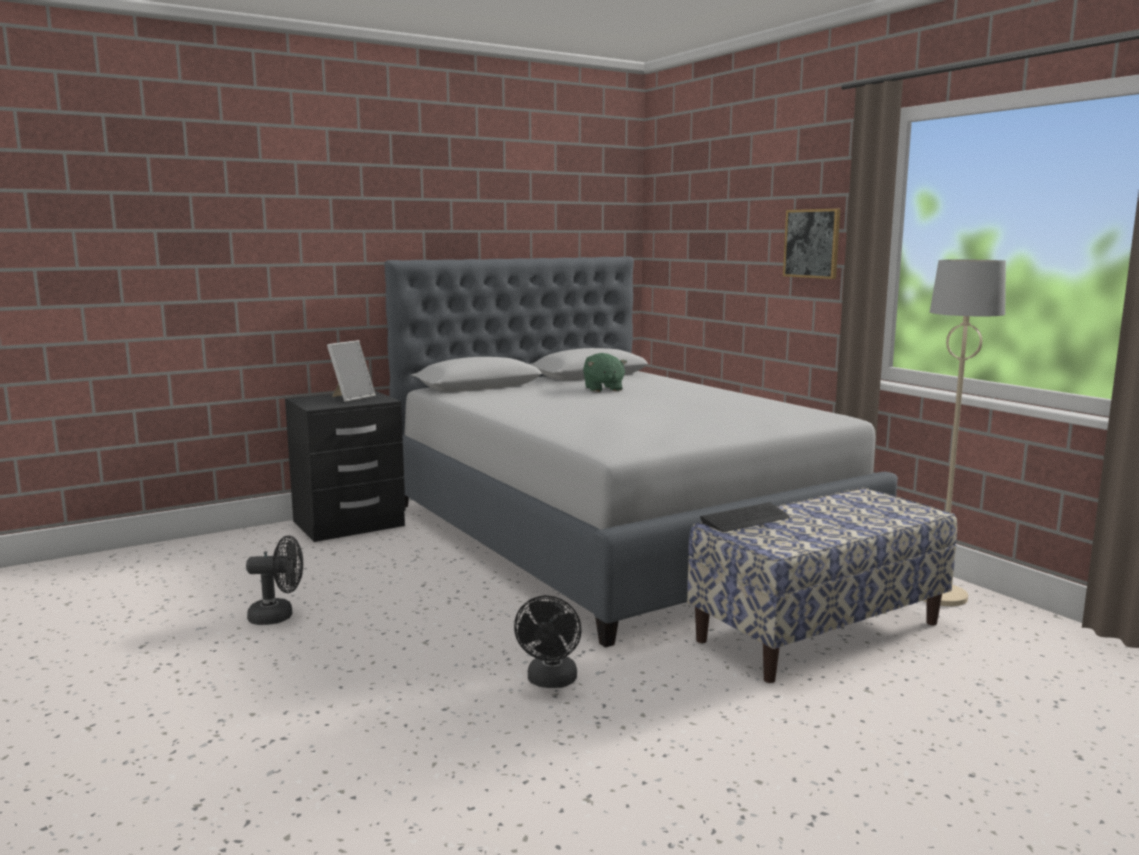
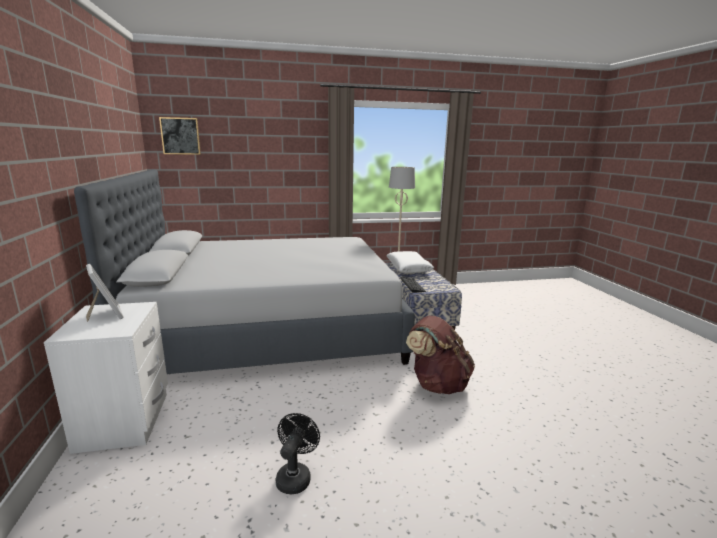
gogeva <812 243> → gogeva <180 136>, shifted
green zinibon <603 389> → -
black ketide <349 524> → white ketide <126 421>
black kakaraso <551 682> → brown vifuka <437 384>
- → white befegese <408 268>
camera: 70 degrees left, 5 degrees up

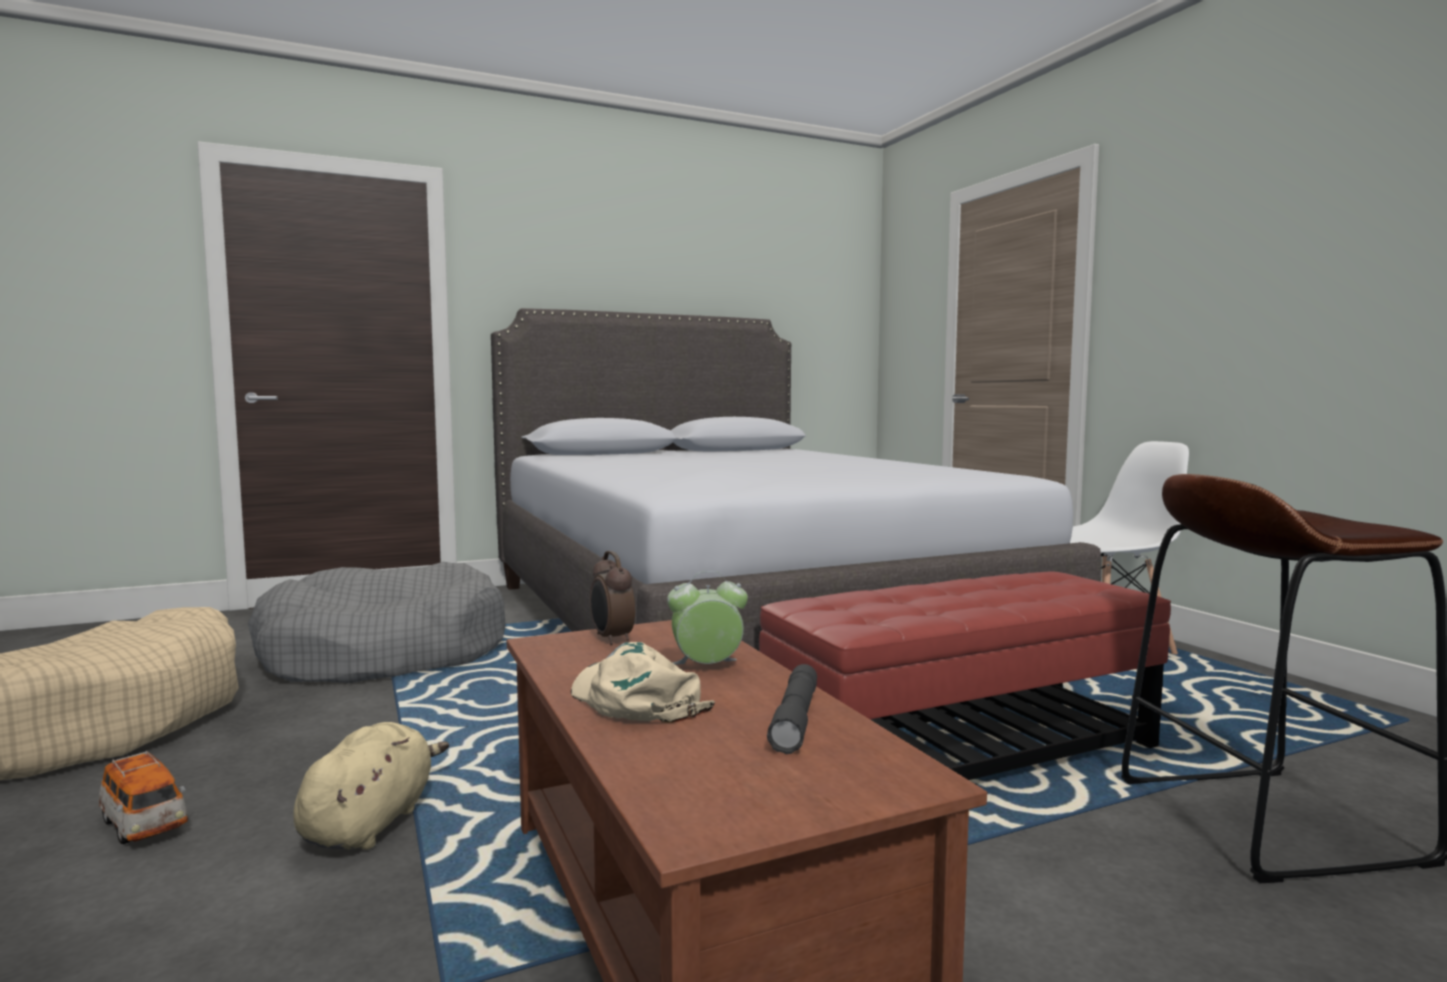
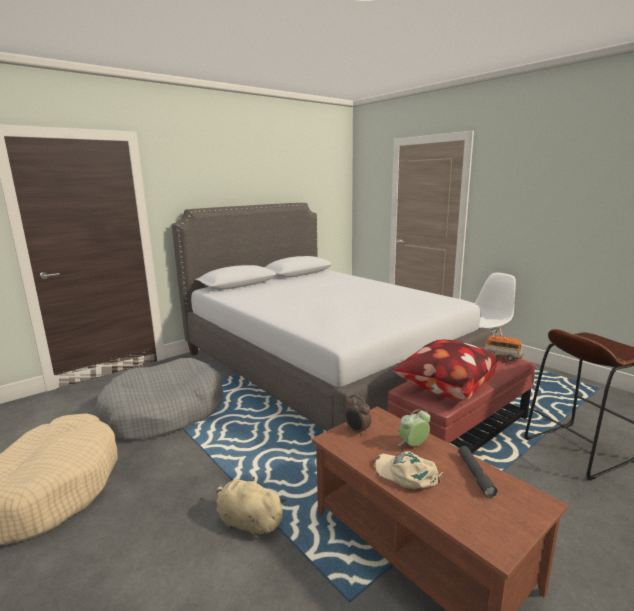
beige zinibon <371 823> → beige zinibon <248 522>, 60 degrees counterclockwise
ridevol <144 825> → ridevol <502 356>, shifted
- → befegese <444 389>
camera: 15 degrees left, 10 degrees up

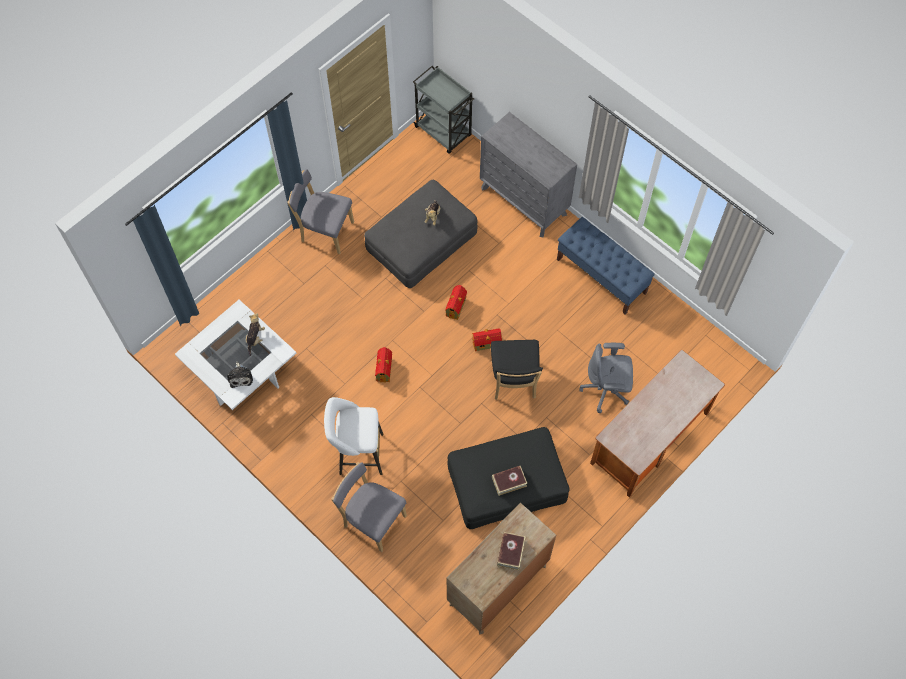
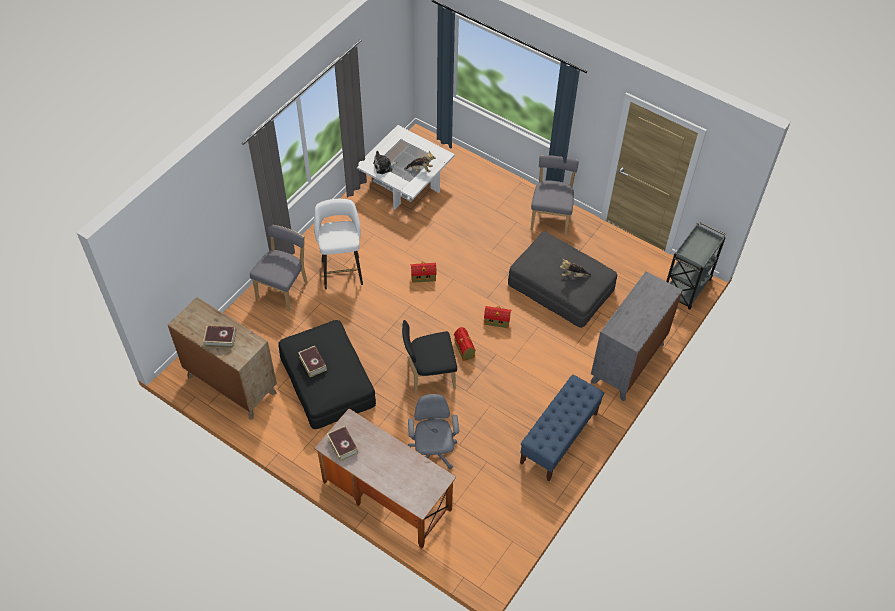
- → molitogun <342 445>
camera: 80 degrees right, 10 degrees down

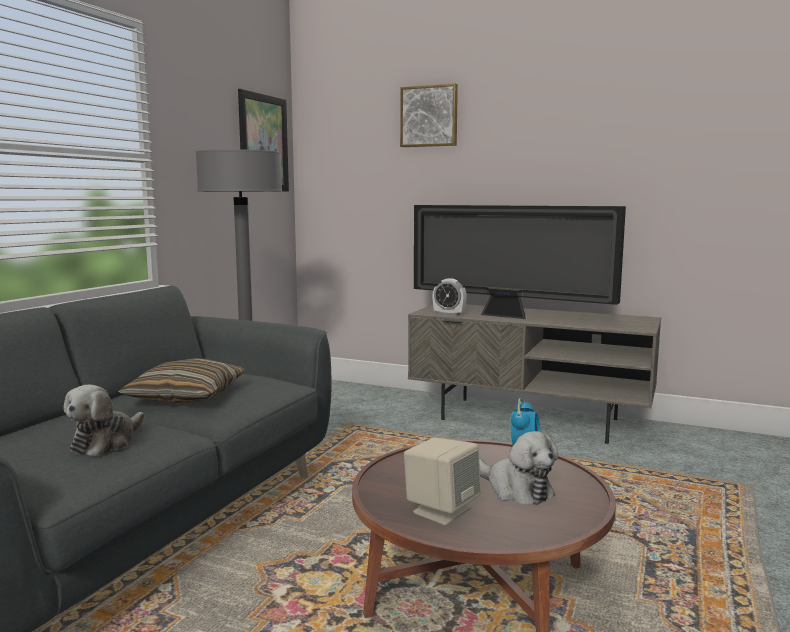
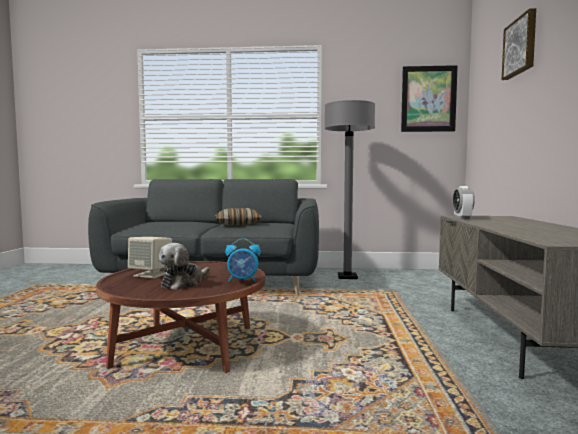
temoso <508 316> → -
zinibon <106 442> → -
camera: 70 degrees right, 5 degrees down

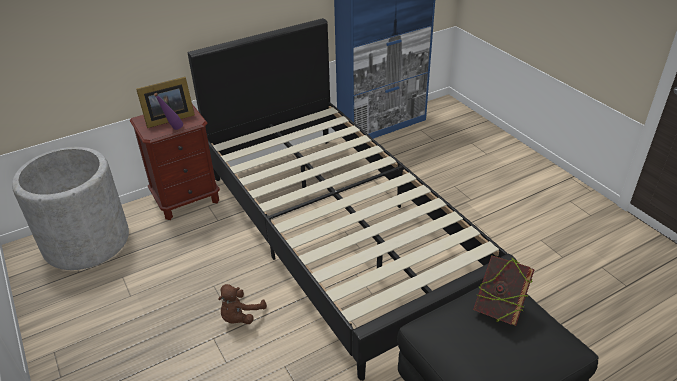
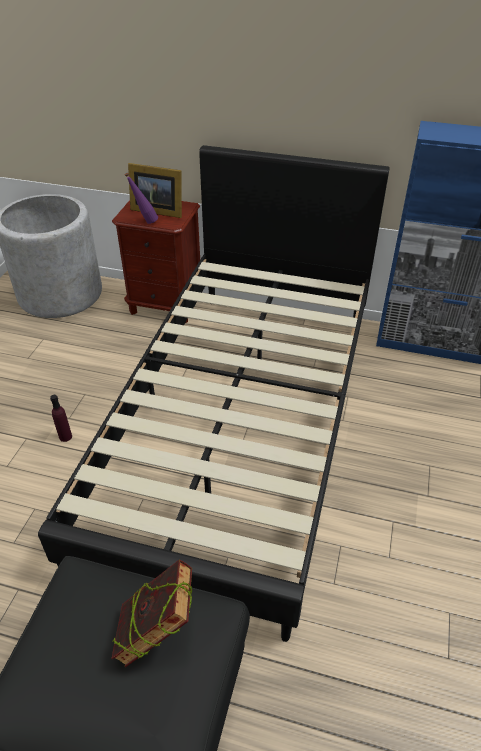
brown zinibon <240 316> → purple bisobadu <65 437>
camera: 45 degrees right, 5 degrees up

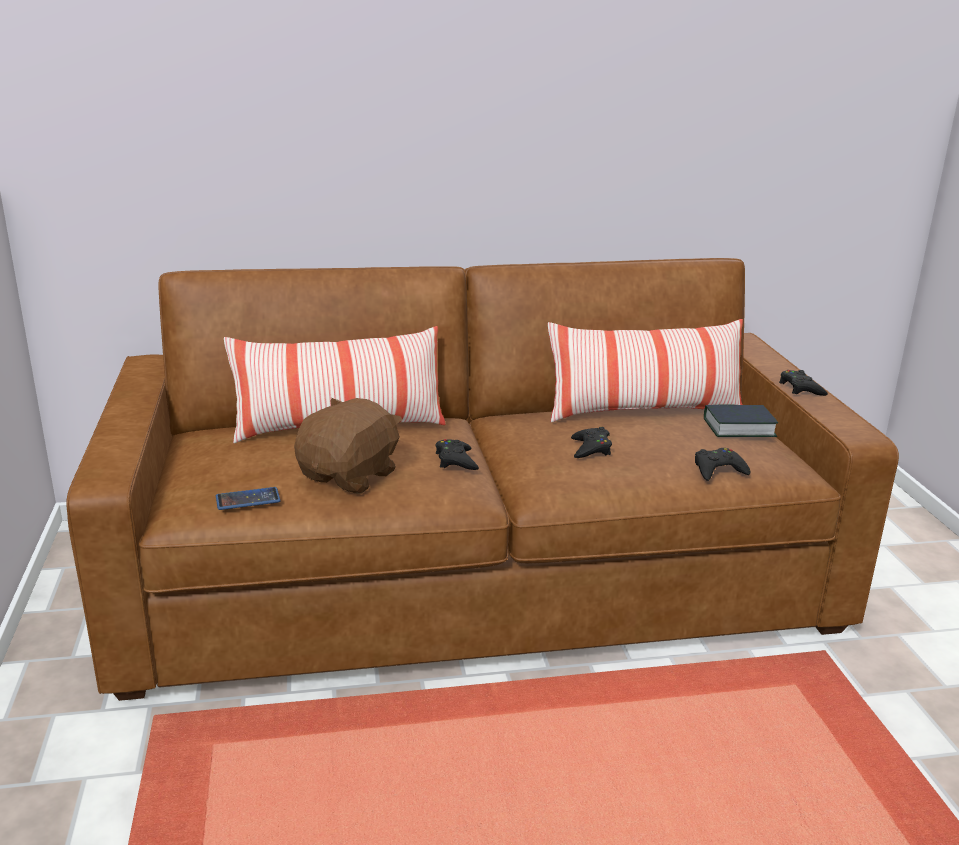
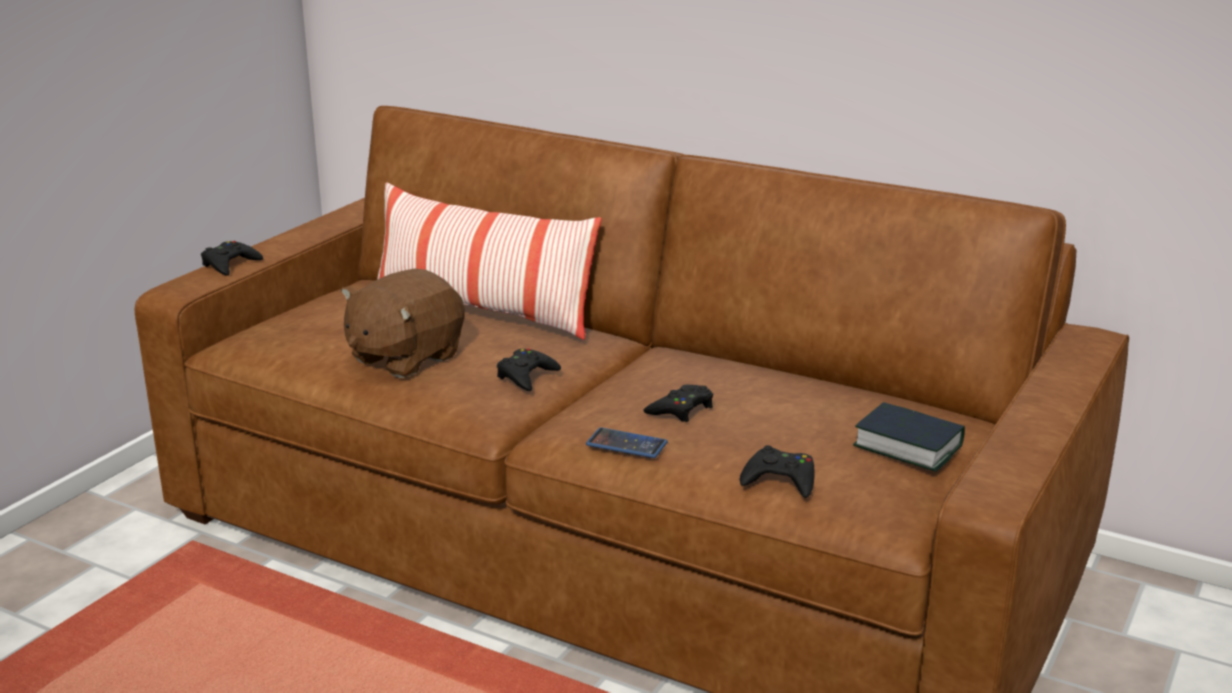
befegese <644 412> → -
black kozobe <800 388> → black kozobe <230 264>, shifted
brown zinibon <350 476> → brown zinibon <404 357>, 150 degrees clockwise
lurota <248 499> → lurota <626 444>, shifted
camera: 40 degrees right, 0 degrees up

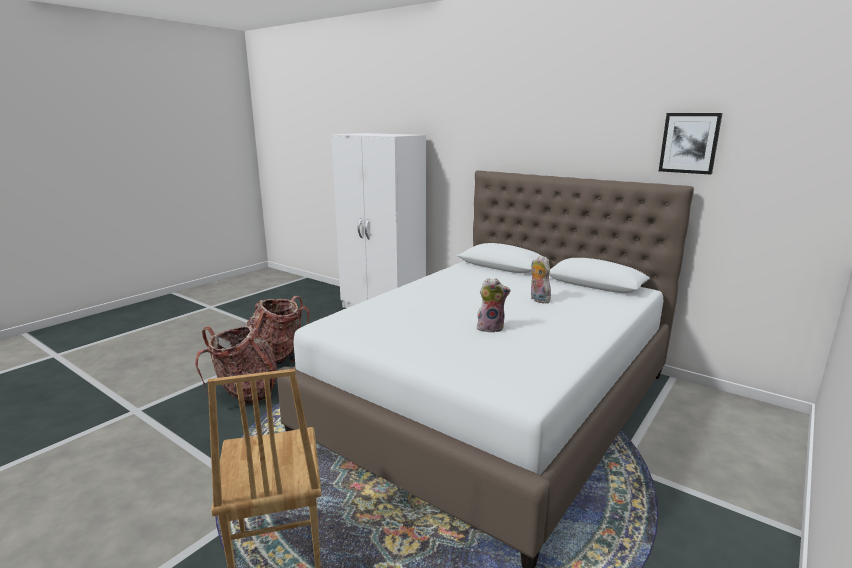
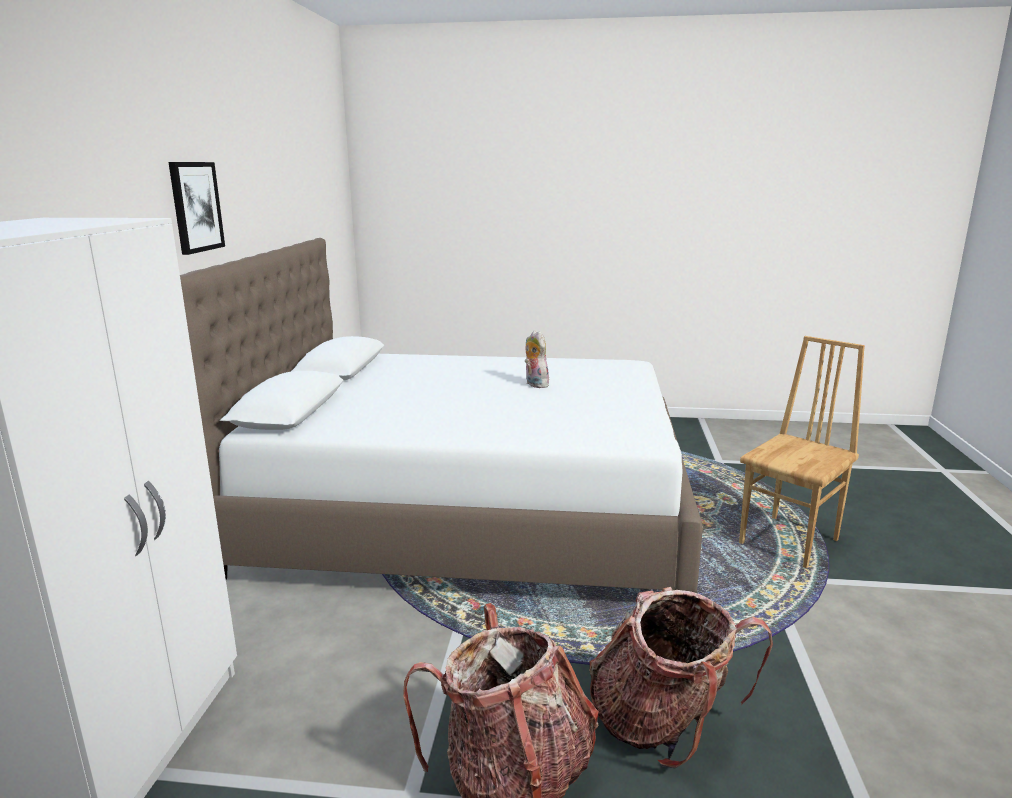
gogeva <689 143> → gogeva <195 207>, shifted
zinibon <538 300> → -
camera: 120 degrees left, 0 degrees up

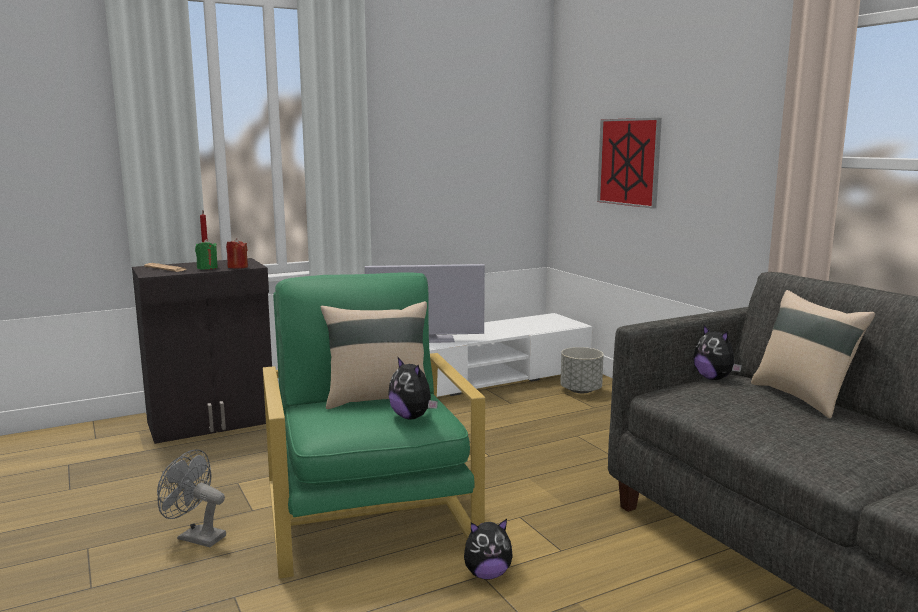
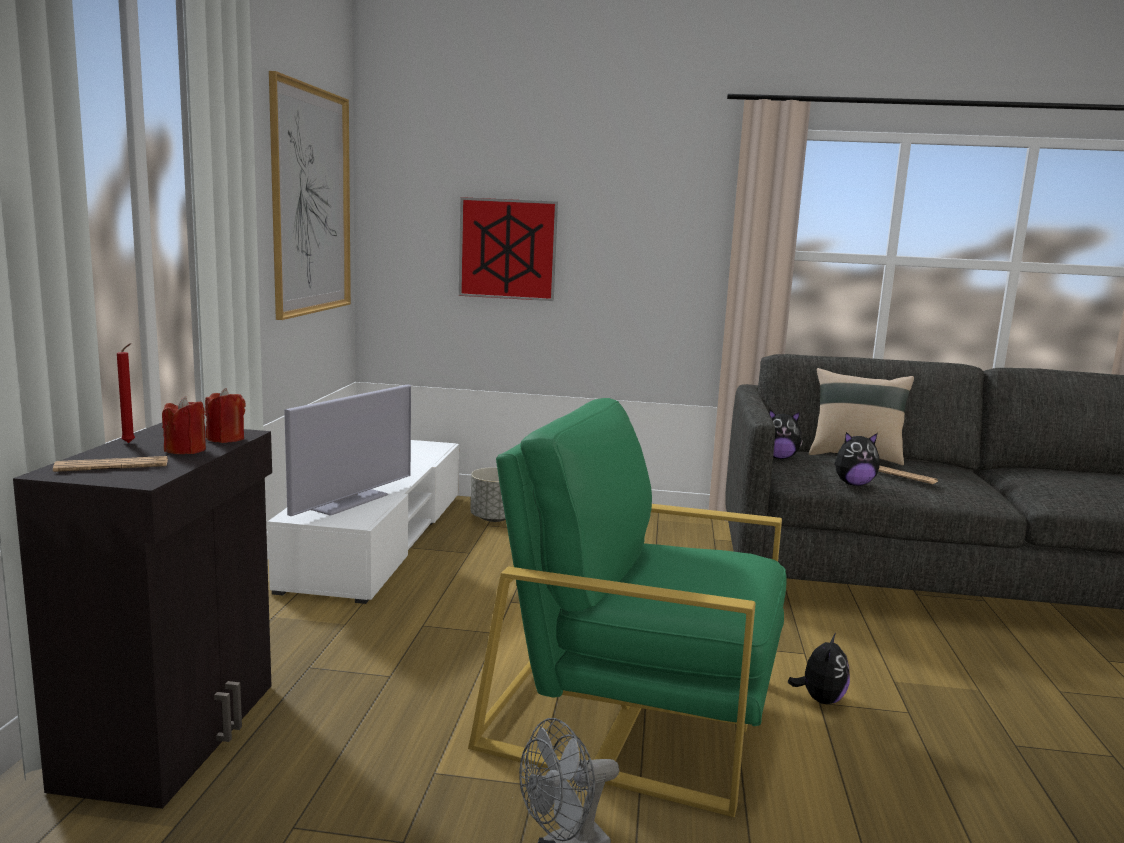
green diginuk <207 268> → red diginuk <186 450>
beige befegese <377 399> → -
zinibon <412 417> → zinibon <853 484>, shifted
- → gogeva <311 202>
- → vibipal <904 476>
camera: 55 degrees left, 0 degrees up

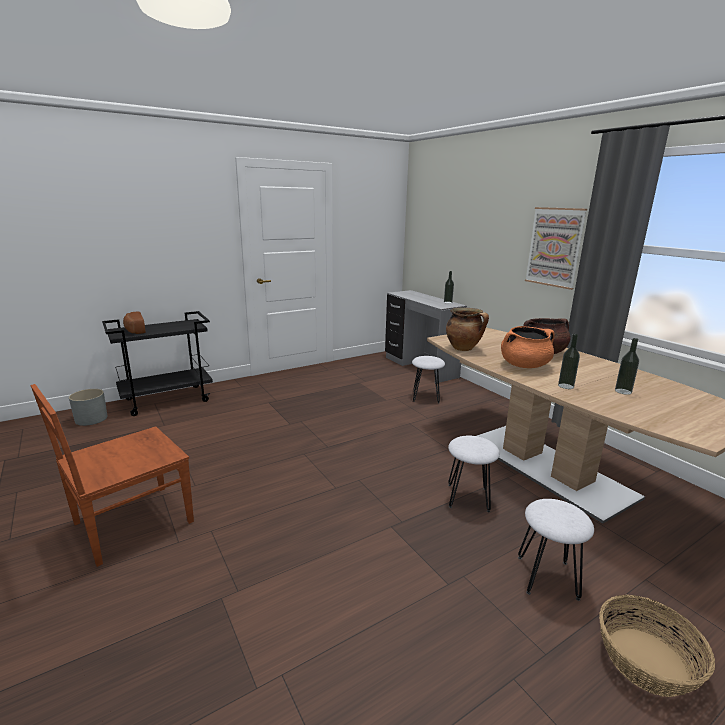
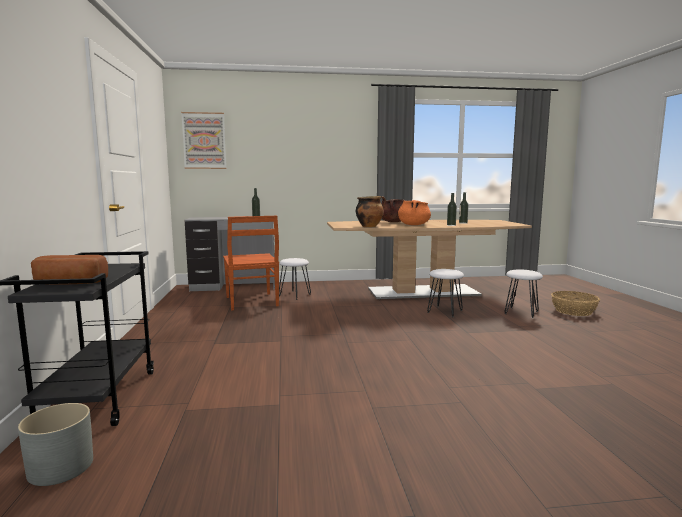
gogeva <554 247> → gogeva <204 141>, shifted
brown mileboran <130 524> → brown mileboran <251 302>, shifted
camera: 65 degrees left, 10 degrees down

